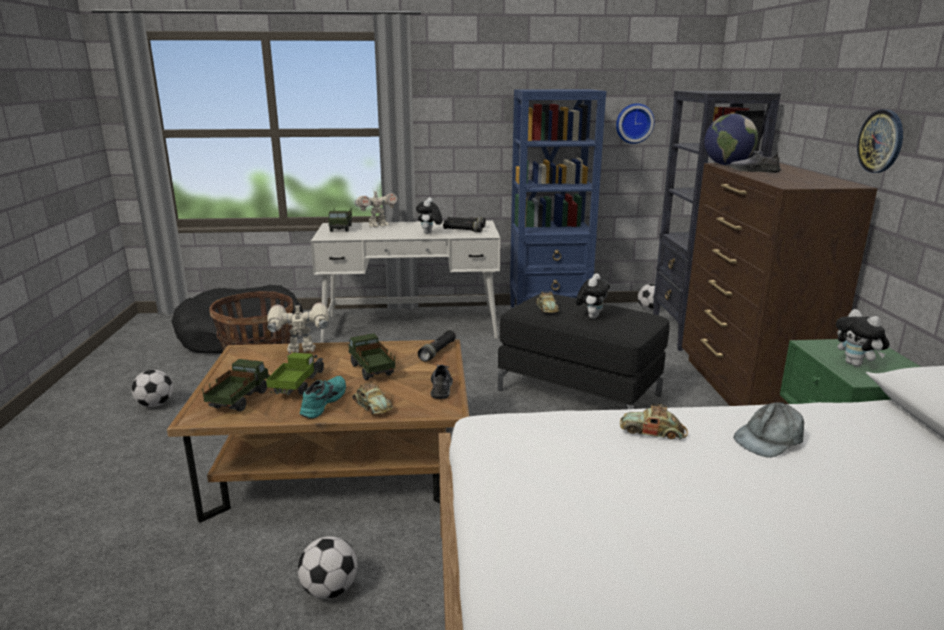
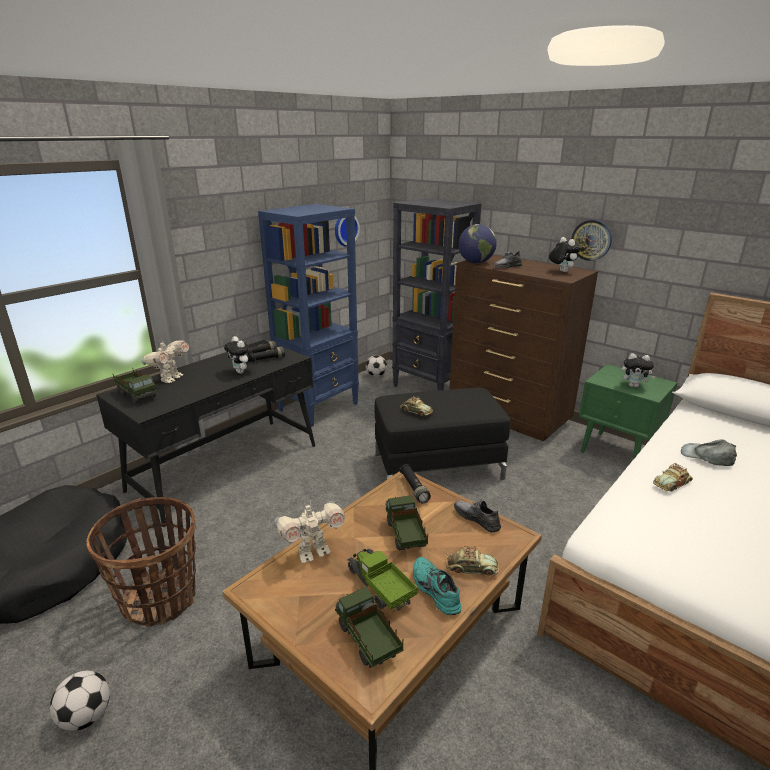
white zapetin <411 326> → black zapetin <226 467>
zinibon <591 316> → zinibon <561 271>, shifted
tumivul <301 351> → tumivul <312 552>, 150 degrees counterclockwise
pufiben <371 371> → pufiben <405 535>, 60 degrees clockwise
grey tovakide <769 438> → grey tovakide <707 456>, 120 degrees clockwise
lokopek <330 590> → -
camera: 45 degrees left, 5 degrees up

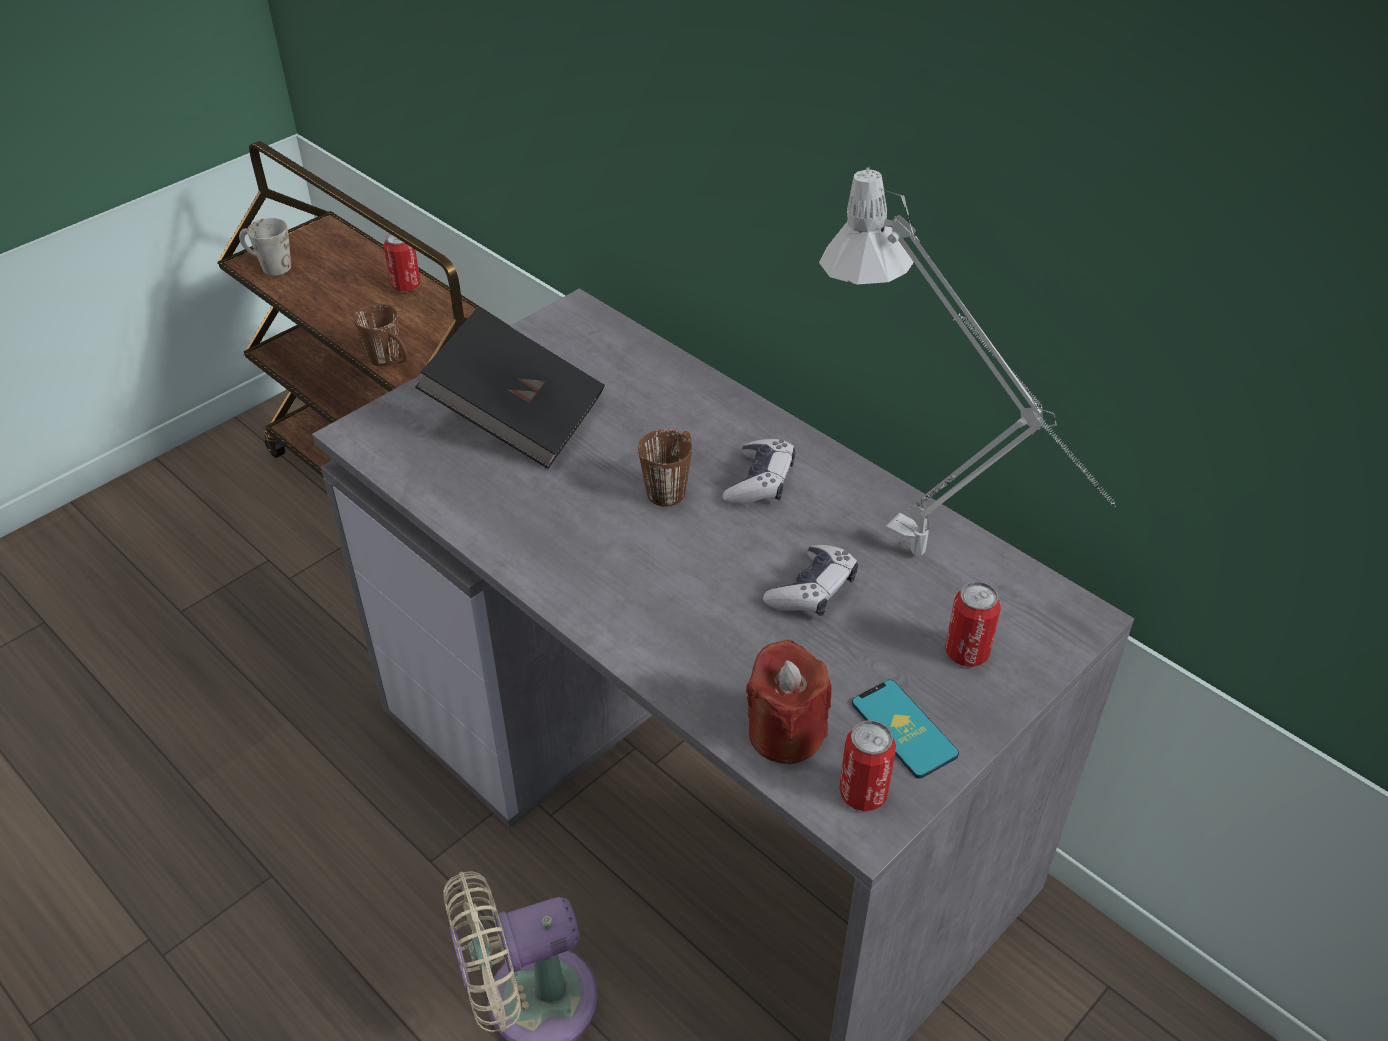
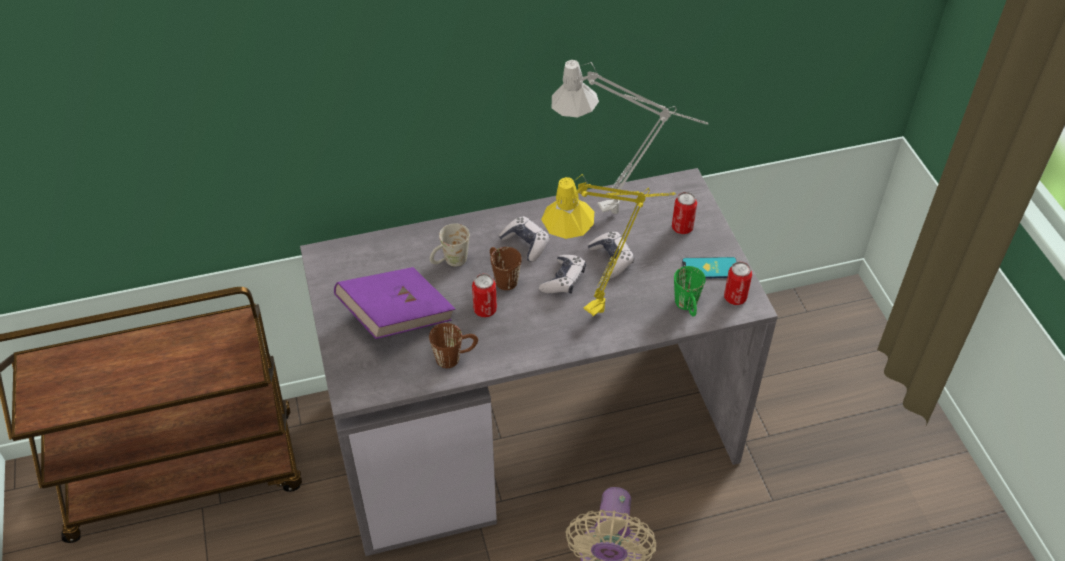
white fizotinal <268 266> → white fizotinal <450 262>, shifted
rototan <406 286> → rototan <485 310>, shifted
brown fizotinal <390 361> → brown fizotinal <455 357>, shifted
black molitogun <517 417> → purple molitogun <396 317>
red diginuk <785 733> → green fizotinal <688 307>
- → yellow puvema <608 305>
- → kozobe <563 280>
camera: 60 degrees left, 5 degrees up

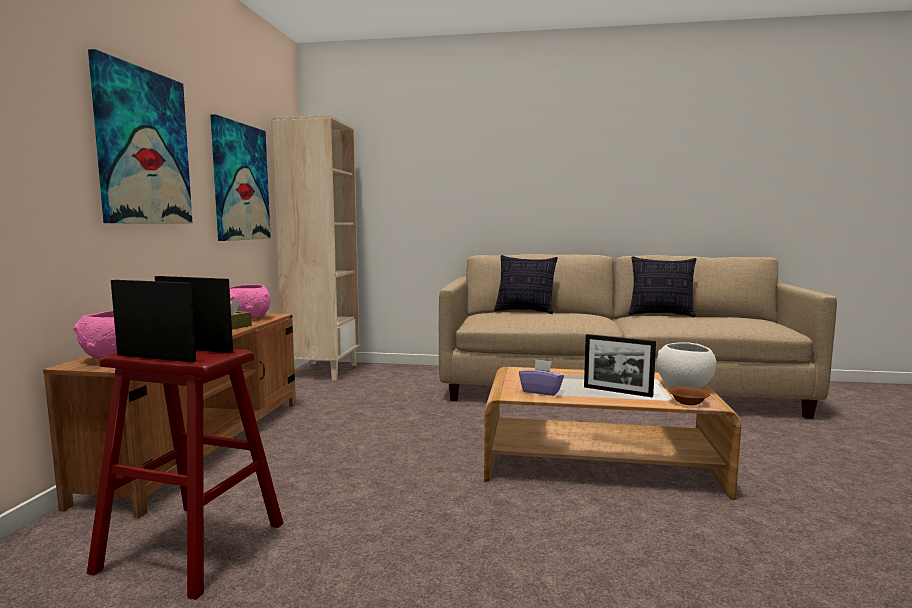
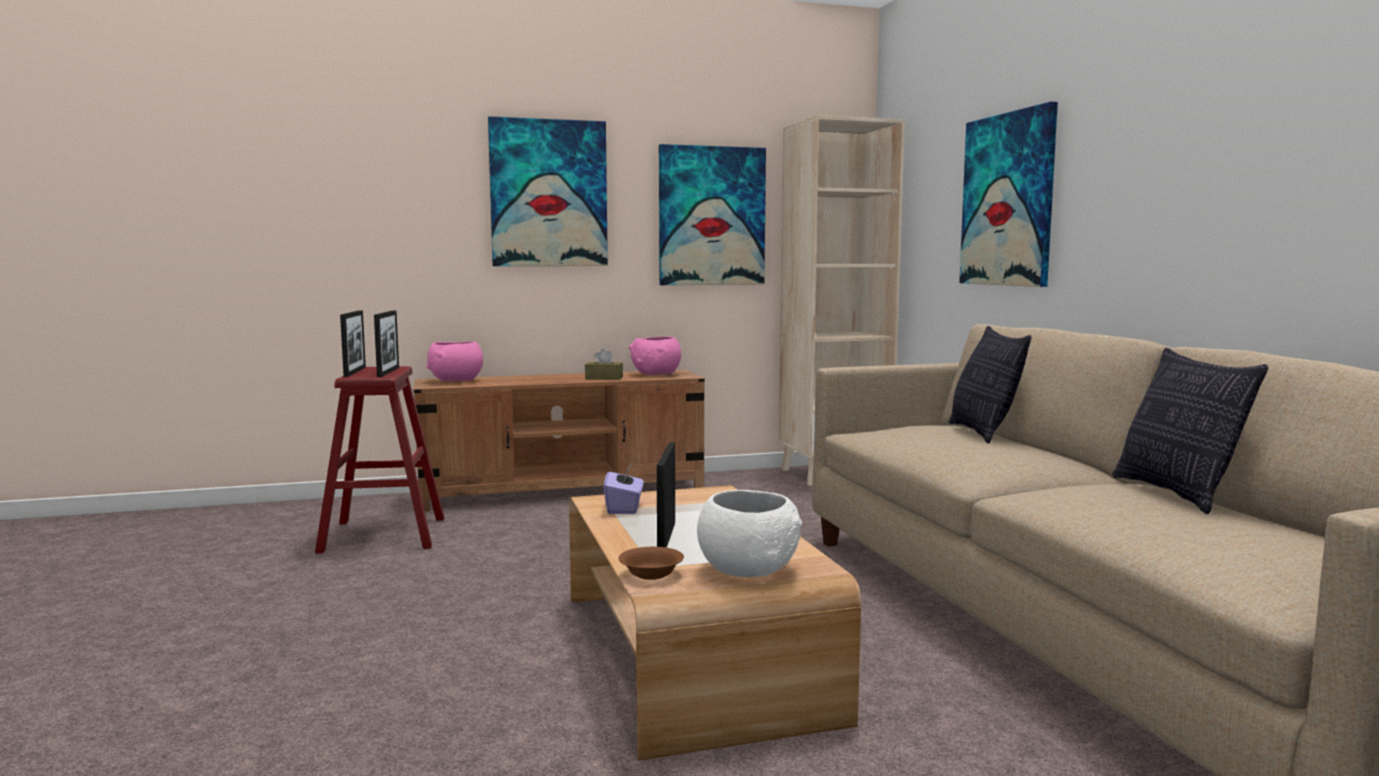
- → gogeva <1007 200>
camera: 65 degrees right, 0 degrees up

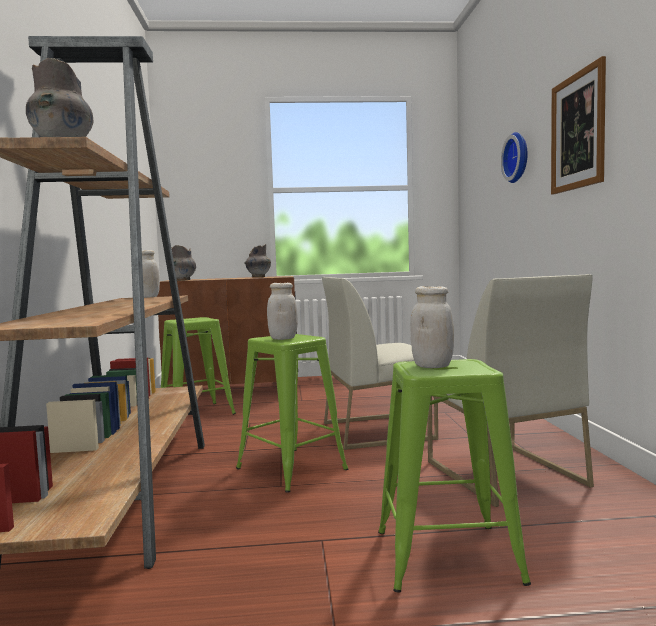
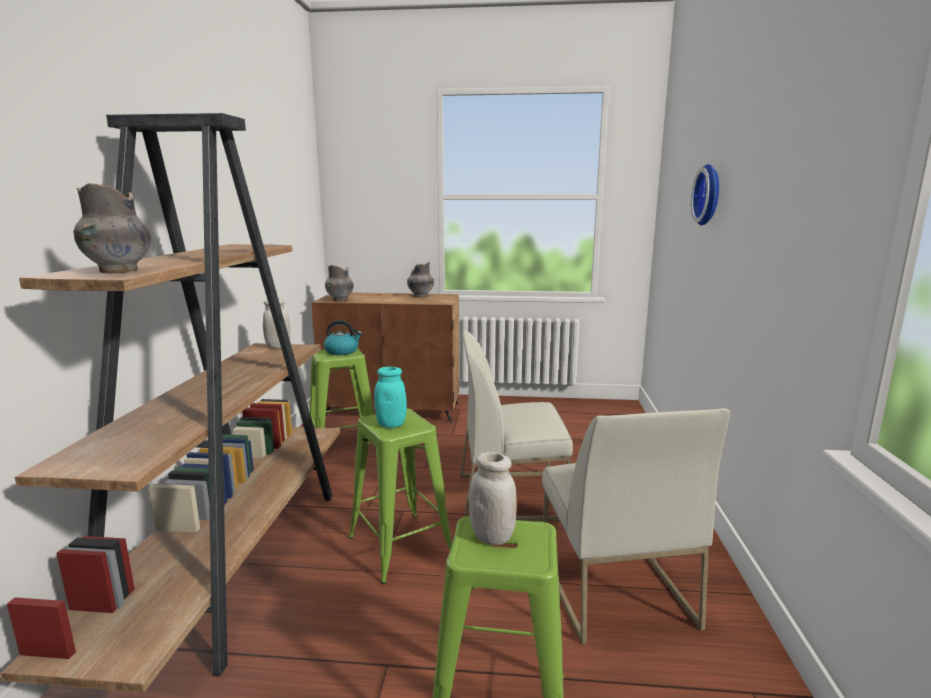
gogeva <577 131> → -
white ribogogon <283 338> → turquoise ribogogon <391 424>
- → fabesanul <342 351>
camera: 10 degrees right, 10 degrees up

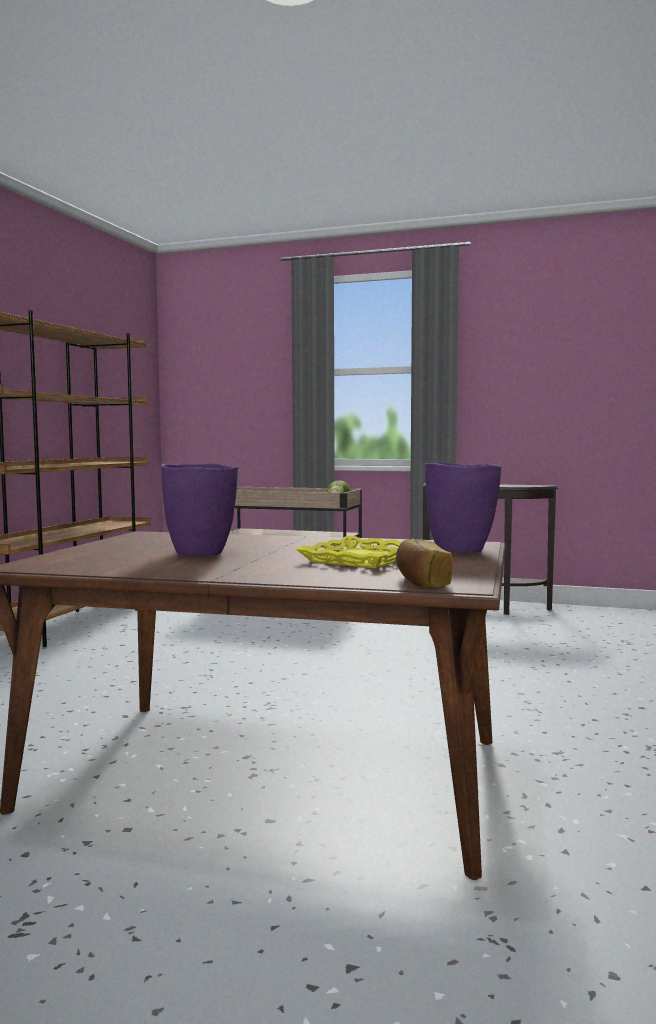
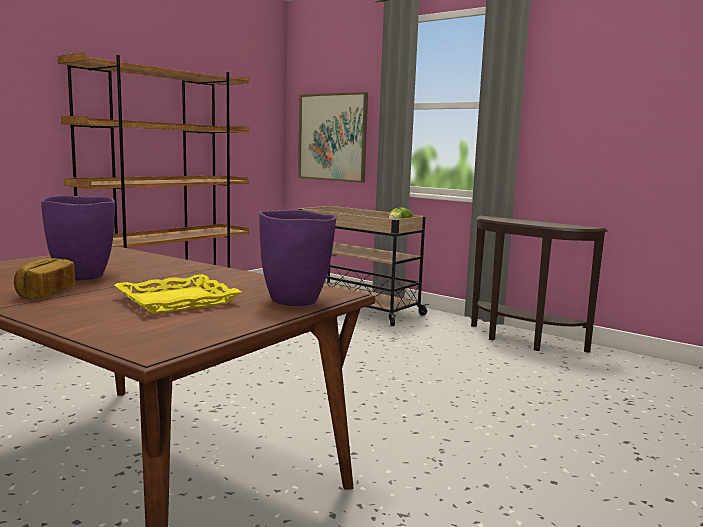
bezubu <421 582> → bezubu <45 293>, shifted
- → gogeva <332 137>
camera: 20 degrees right, 5 degrees up

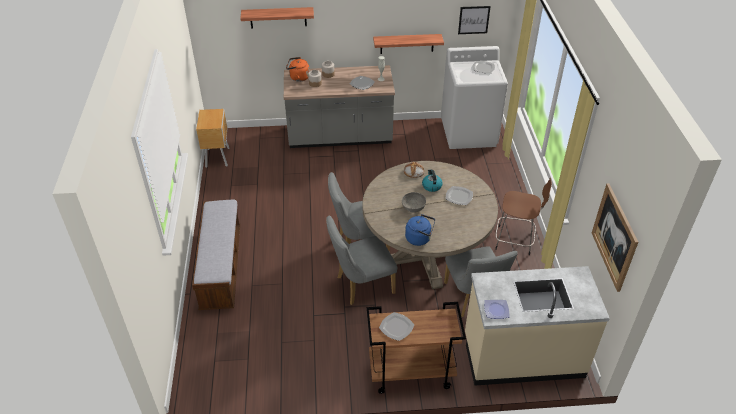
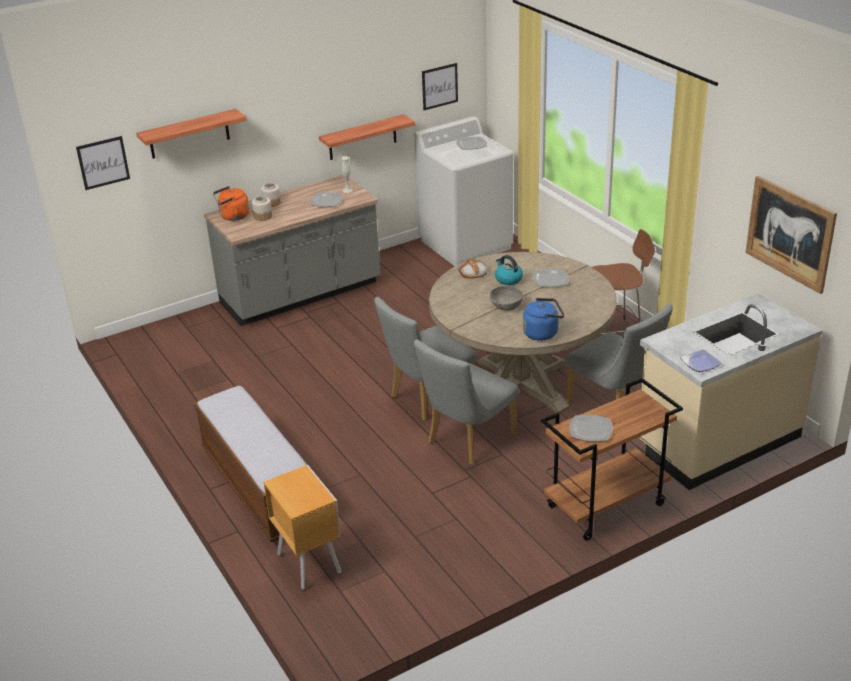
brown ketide <218 157> → brown ketide <309 562>, shifted
- → gogeva <103 162>
camera: 25 degrees left, 10 degrees down

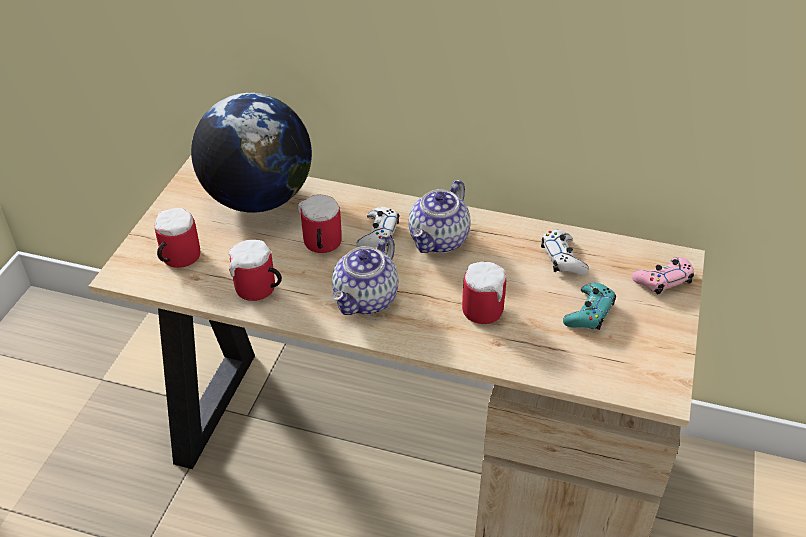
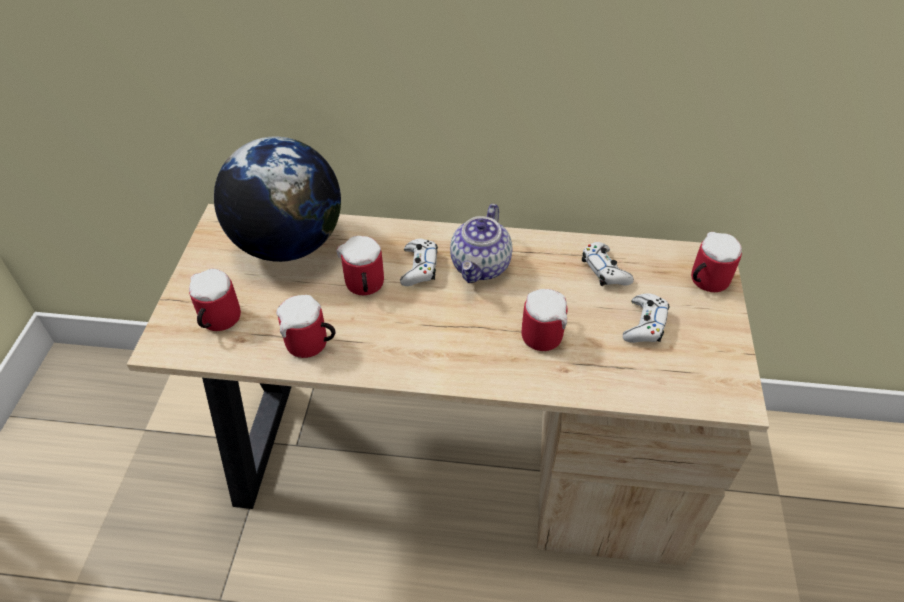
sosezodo <366 300> → -
pink kozobe <663 280> → fizotinal <704 280>
turquoise kozobe <589 313> → white kozobe <644 324>
camera: 10 degrees left, 5 degrees up

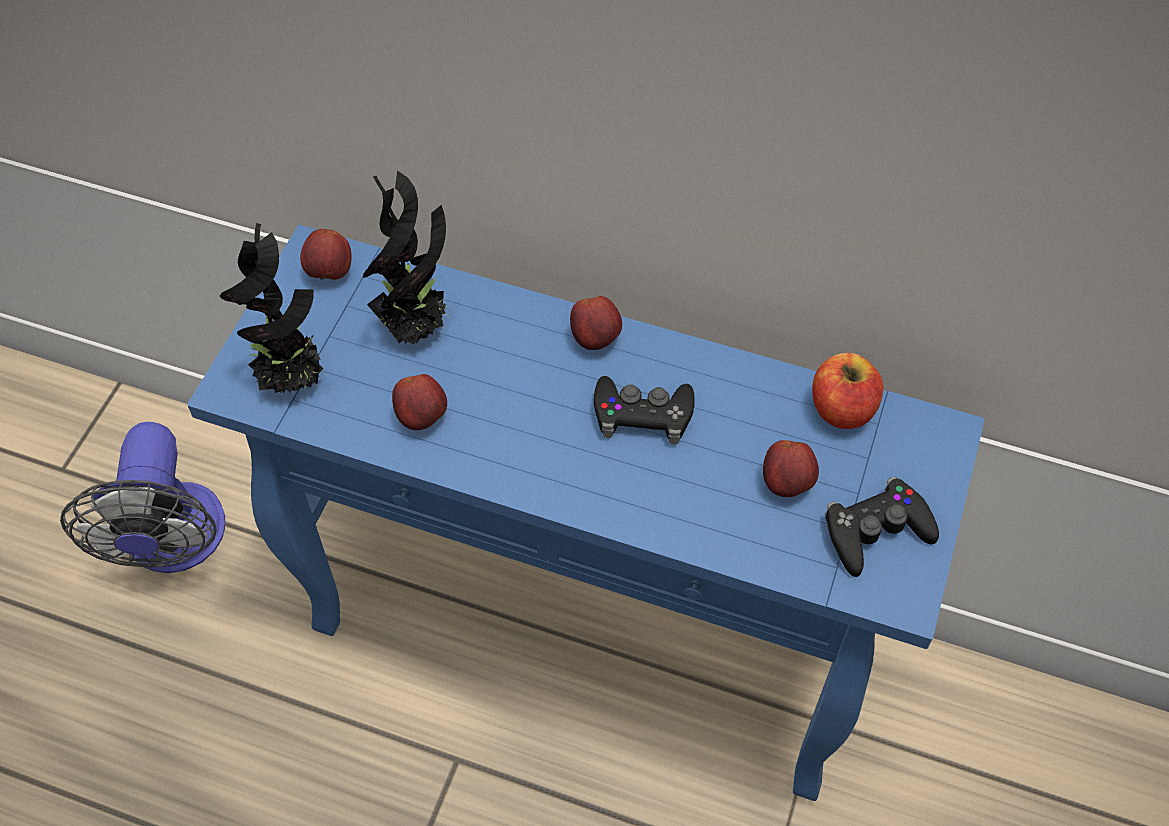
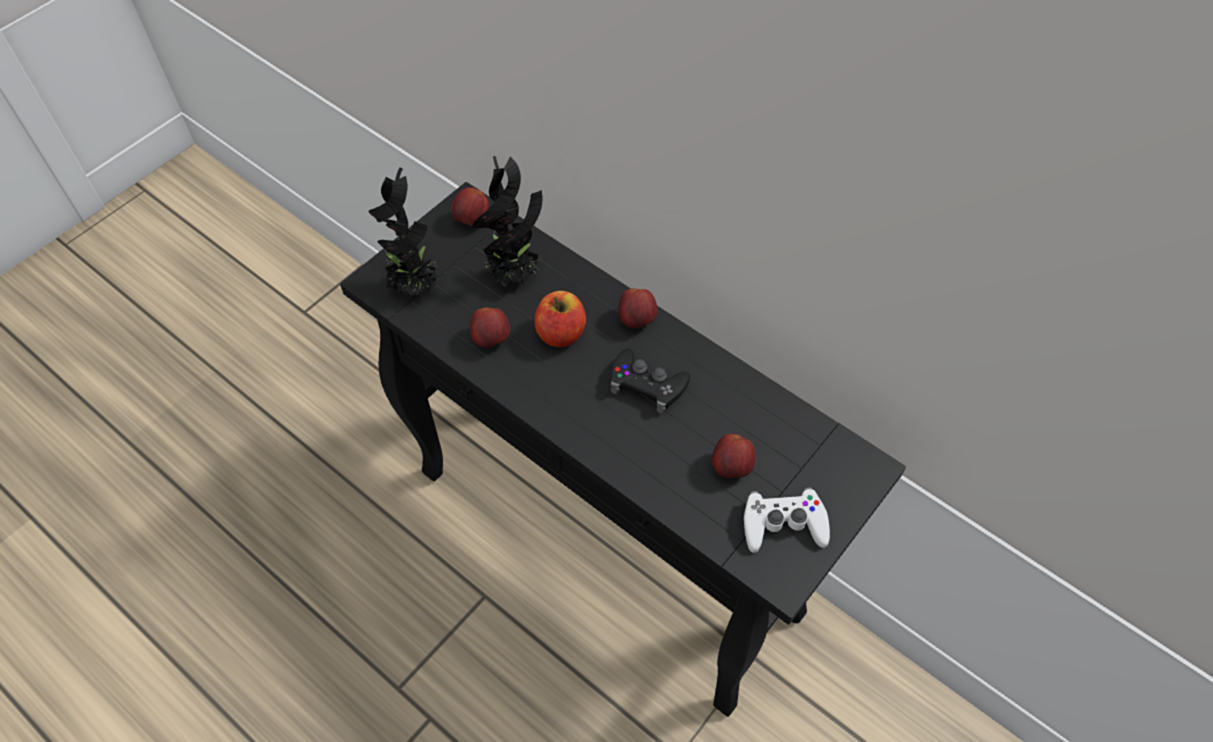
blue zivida <589 639> → black zivida <610 543>
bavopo <842 409> → bavopo <561 333>, shifted
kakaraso <174 545> → -
black kozobe <876 531> → white kozobe <783 524>
camera: 20 degrees right, 0 degrees up

